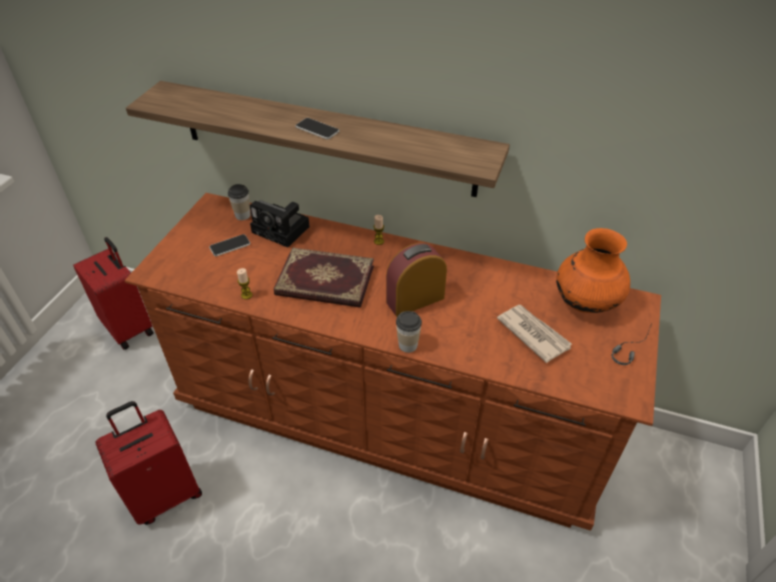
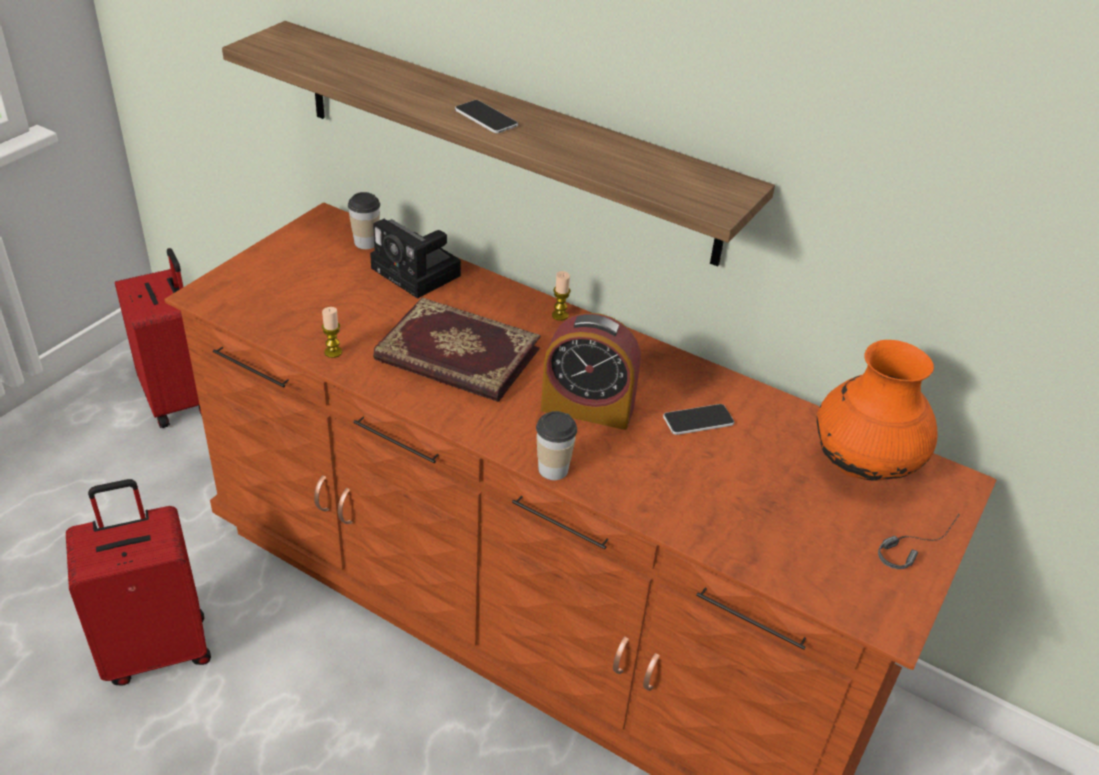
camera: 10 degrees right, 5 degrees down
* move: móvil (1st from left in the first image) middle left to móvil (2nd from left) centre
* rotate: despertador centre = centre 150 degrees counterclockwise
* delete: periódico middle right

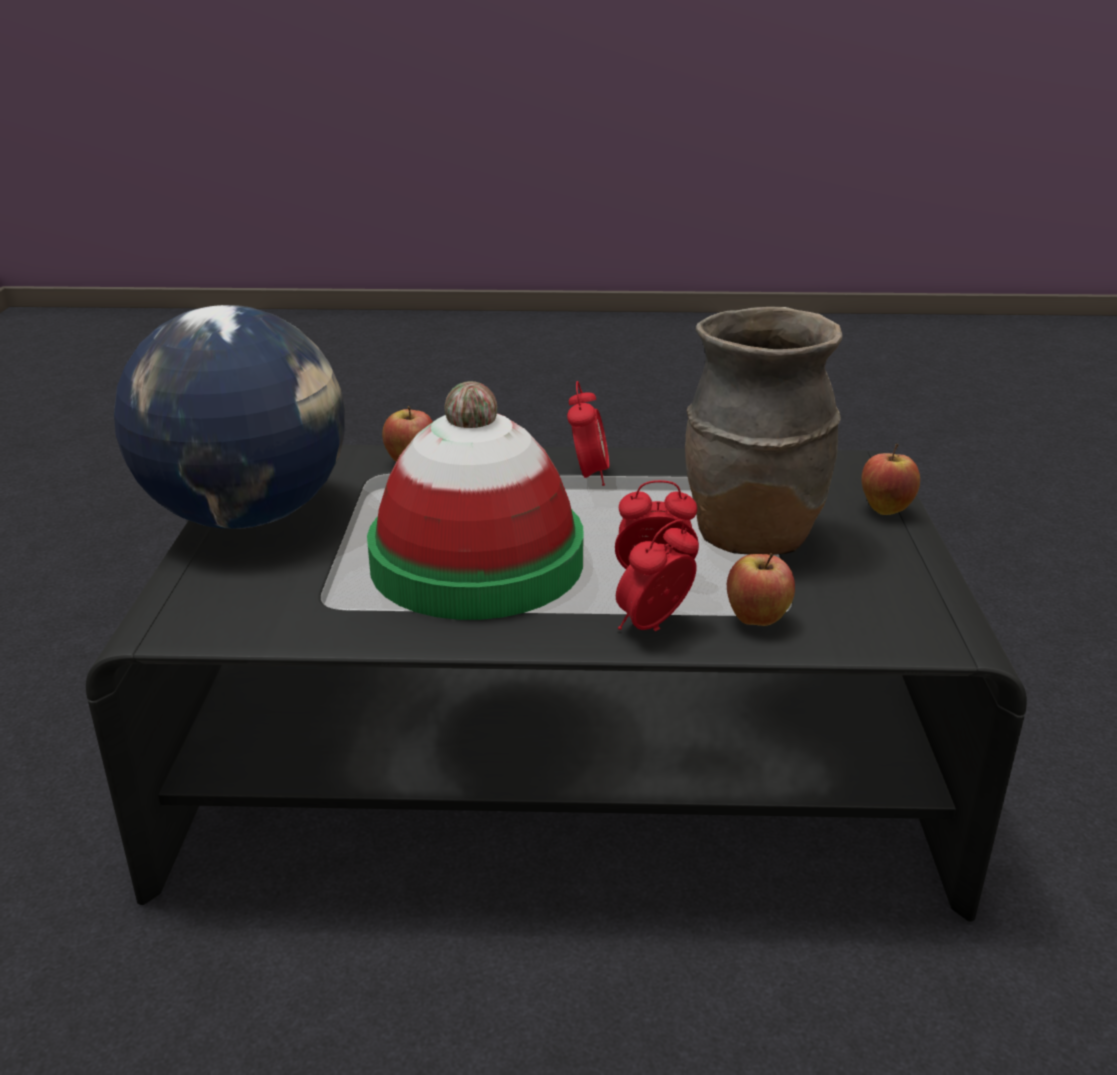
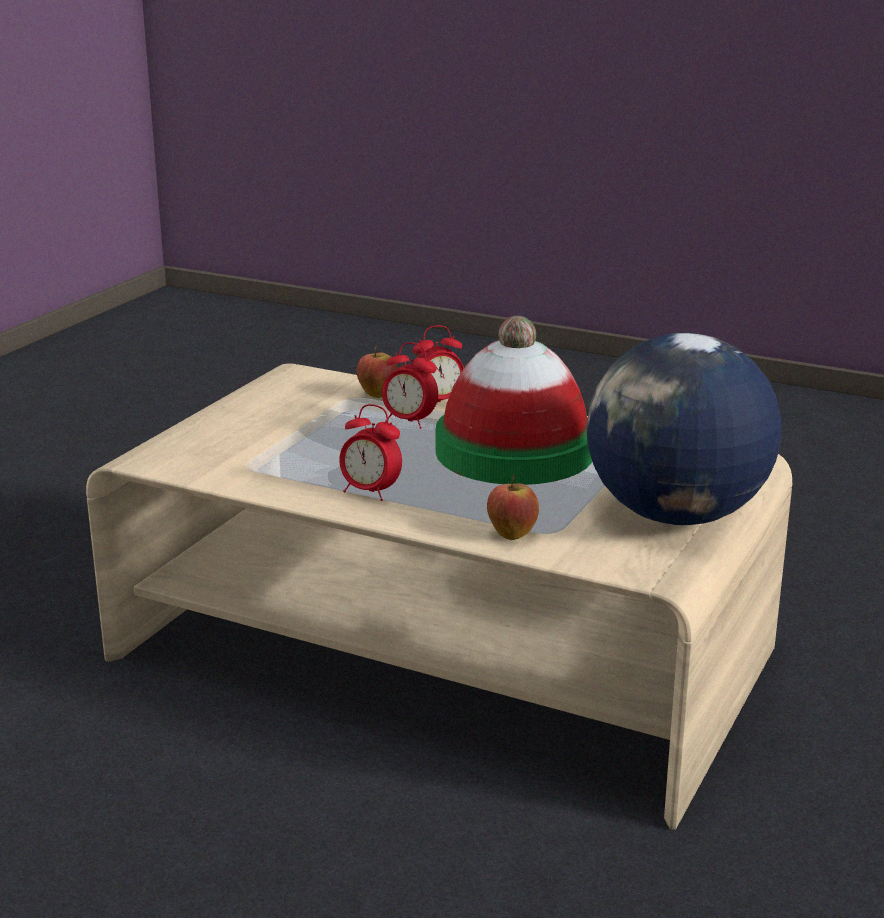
camera: 155 degrees left, 5 degrees down
* recolor: mesa de centro [negro] centre to mesa de centro [beis] centre
* rotate: despertador (1st from left) centre = centre 90 degrees counterclockwise
* delete: florero [marrón] middle right
* delete: manzana (3rd from left) middle right

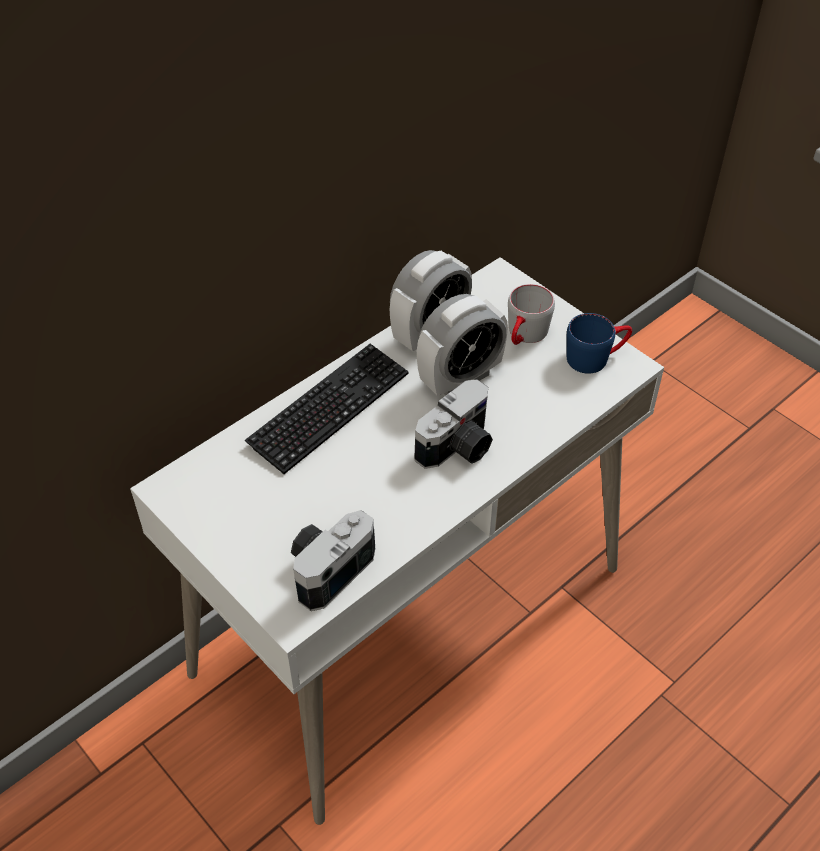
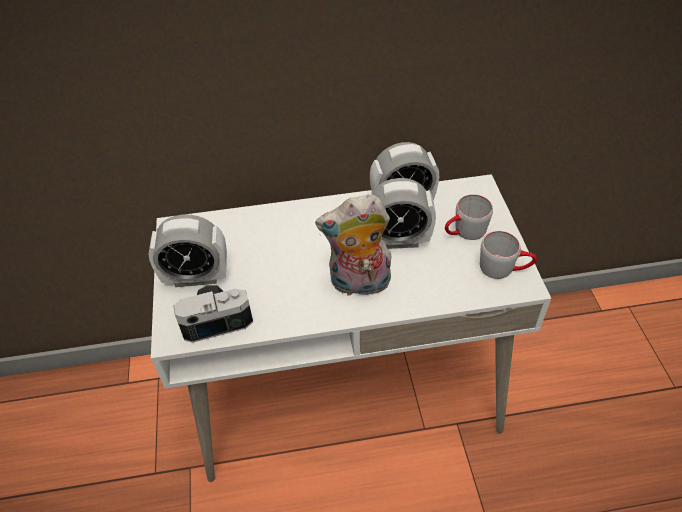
camera: 35 degrees right, 0 degrees up
* delete: teclado centre
* replace: cámara (2nd from left) centre to peluche centre
* recolor: taza grande [azul] middle right to taza grande [gris] (2nd from left) middle right
* insert: despertador (1st from left) middle left

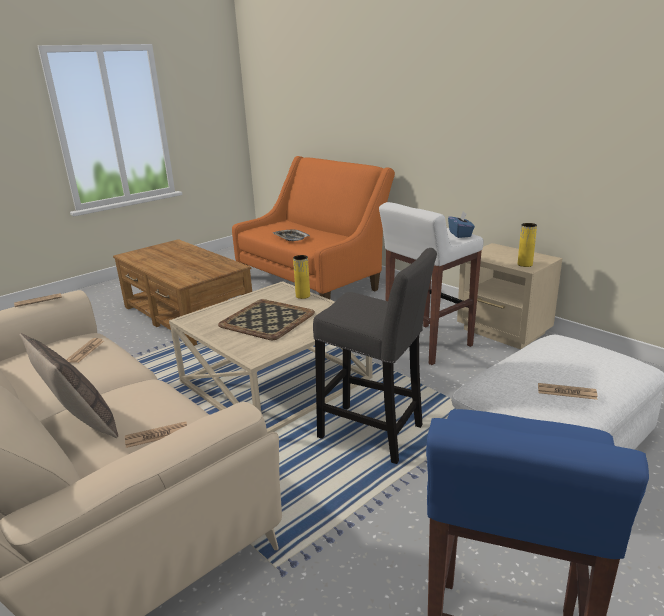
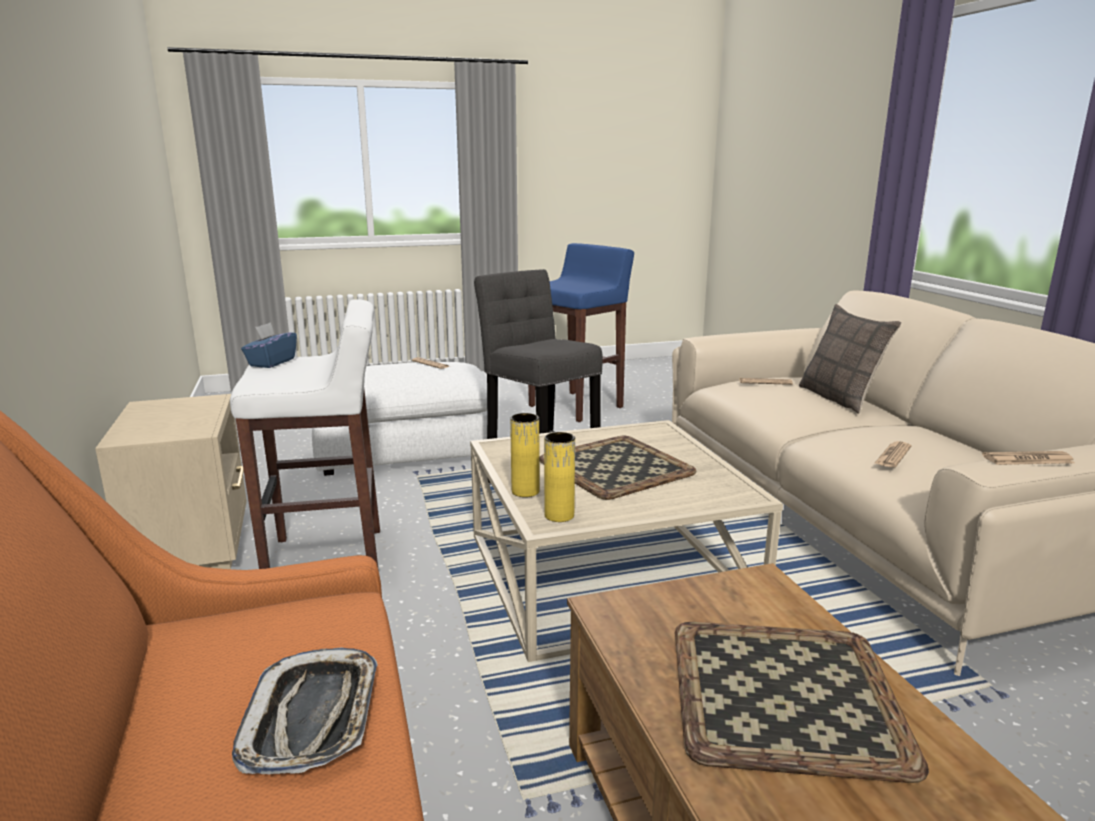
camera: 155 degrees left, 5 degrees down
* move: florero [amarillo] (2nd from left) middle right to centre
* insert: bandeja (3rd from left) bottom right

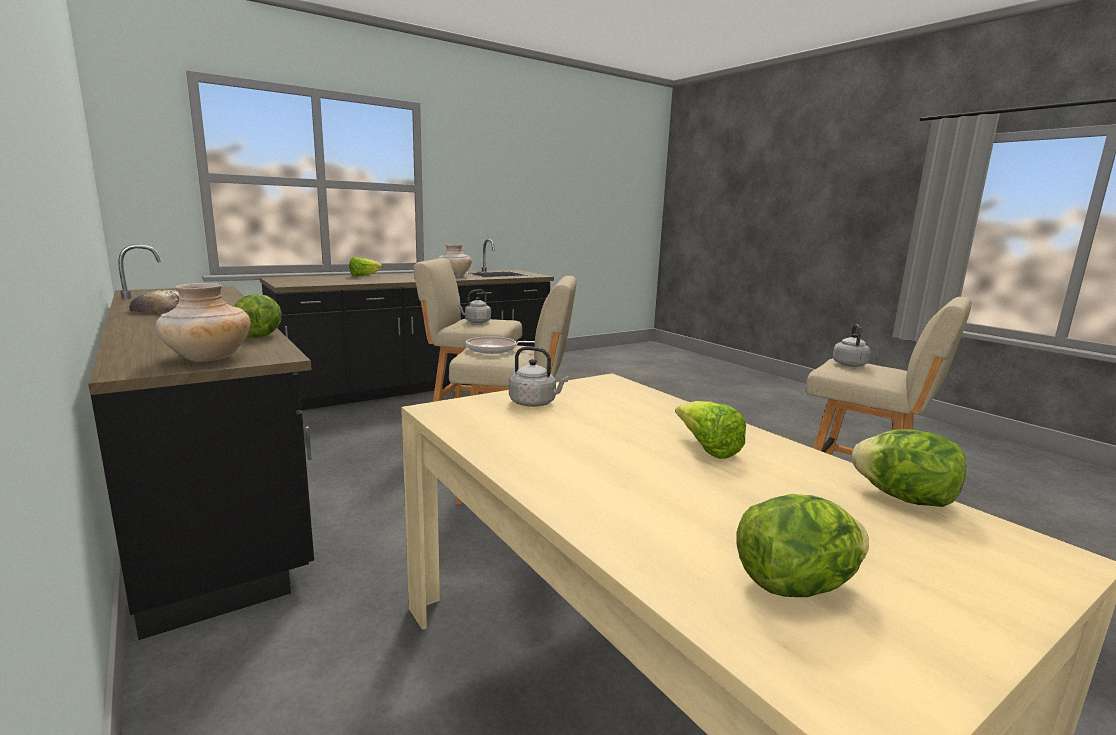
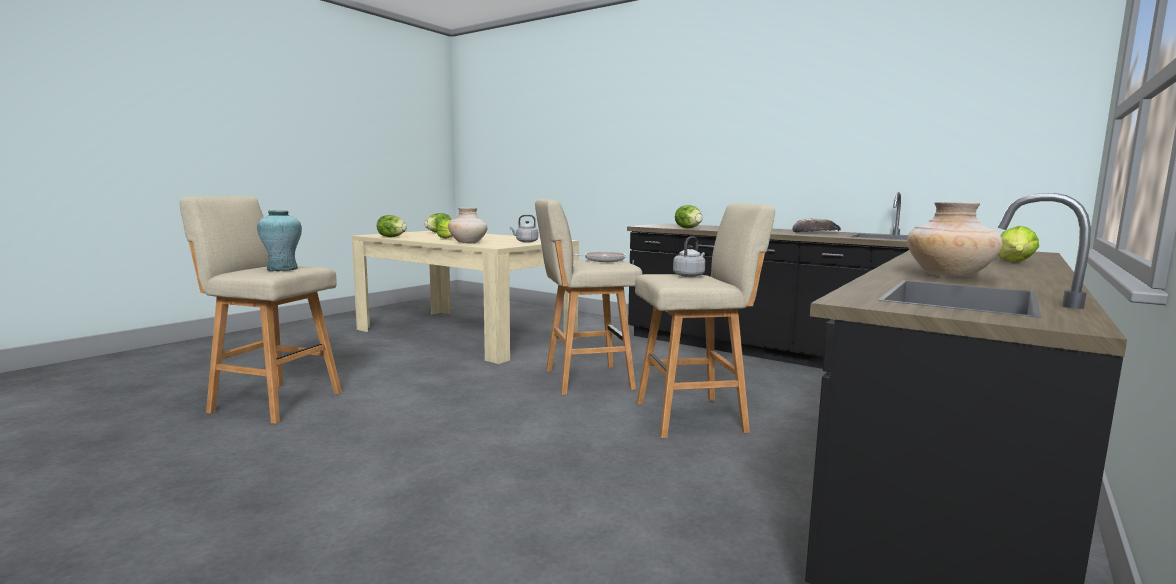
camera: 160 degrees right, 5 degrees down
* move: florero [beis] (1st from left) middle left to centre
* replace: hervidor [gris] (3rd from left) middle right to florero [turquesa] middle left

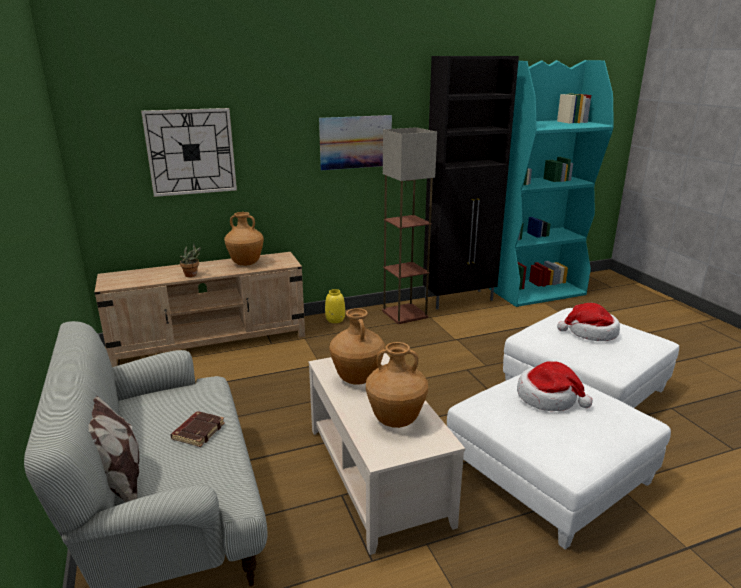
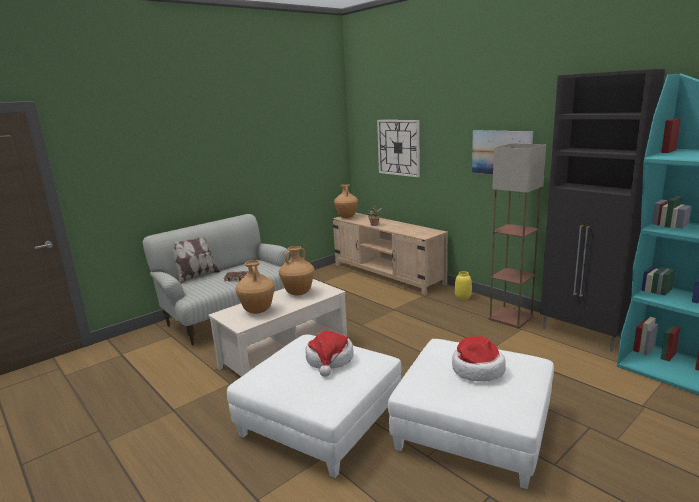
camera: 70 degrees right, 5 degrees down
* move: florero [marrón] (1st from left in the first image) middle left to florero [marrón] (3rd from left) centre

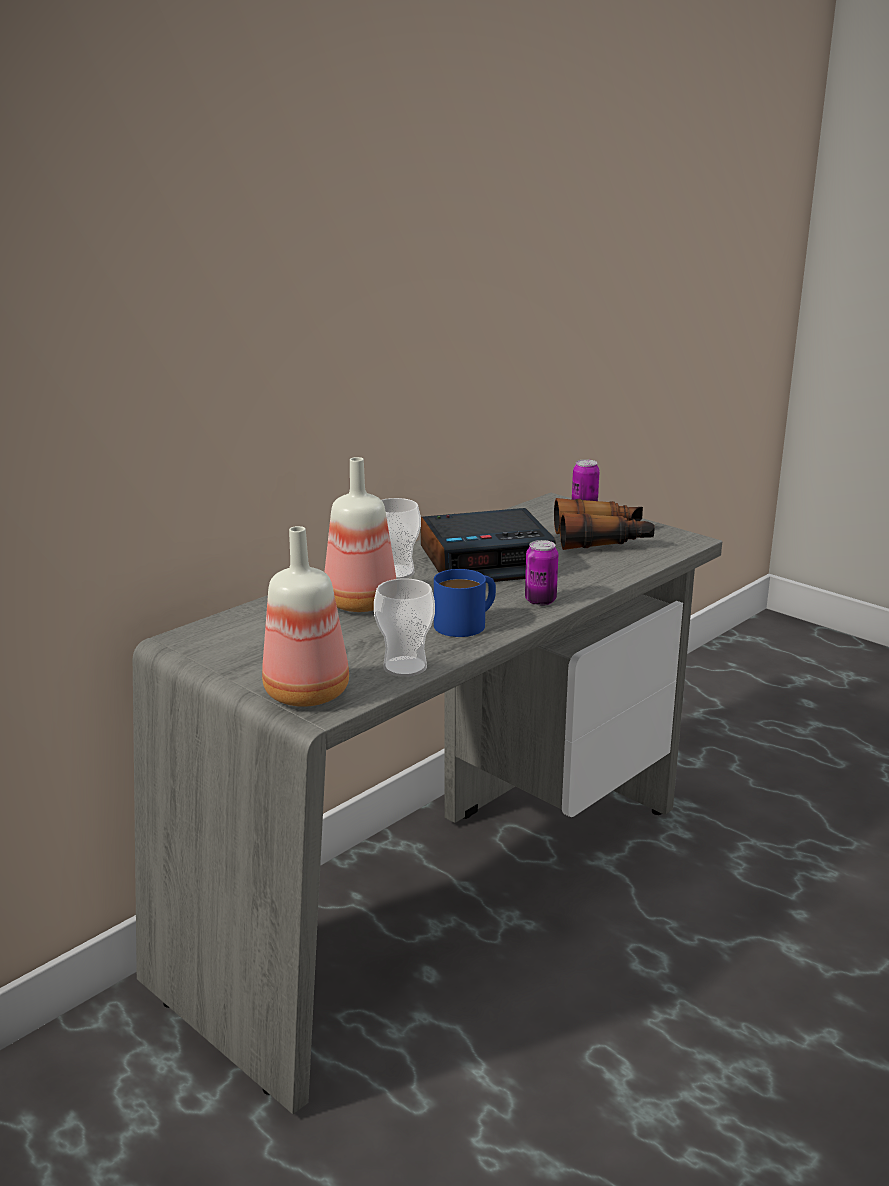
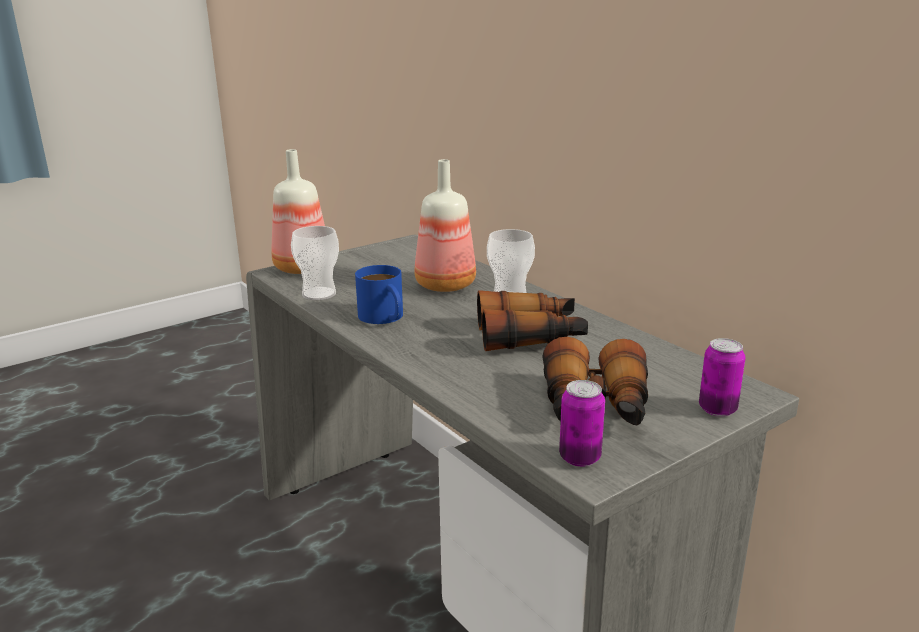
camera: 100 degrees right, 0 degrees up
* replace: despertador centre to prismáticos (1st from left) centre
* move: lata (1st from left) centre to bottom centre

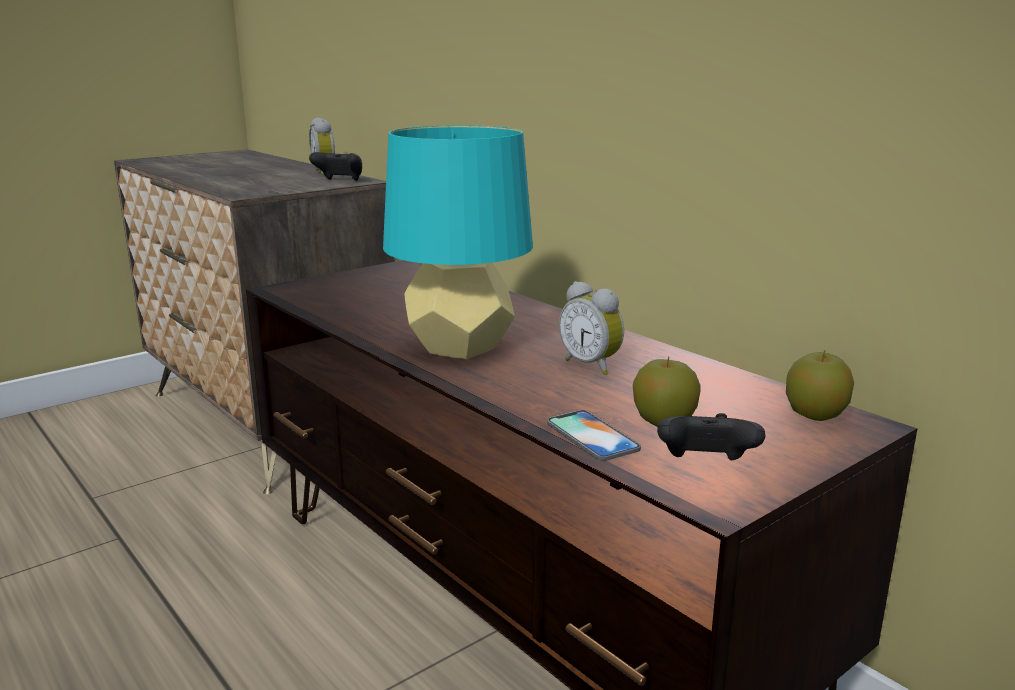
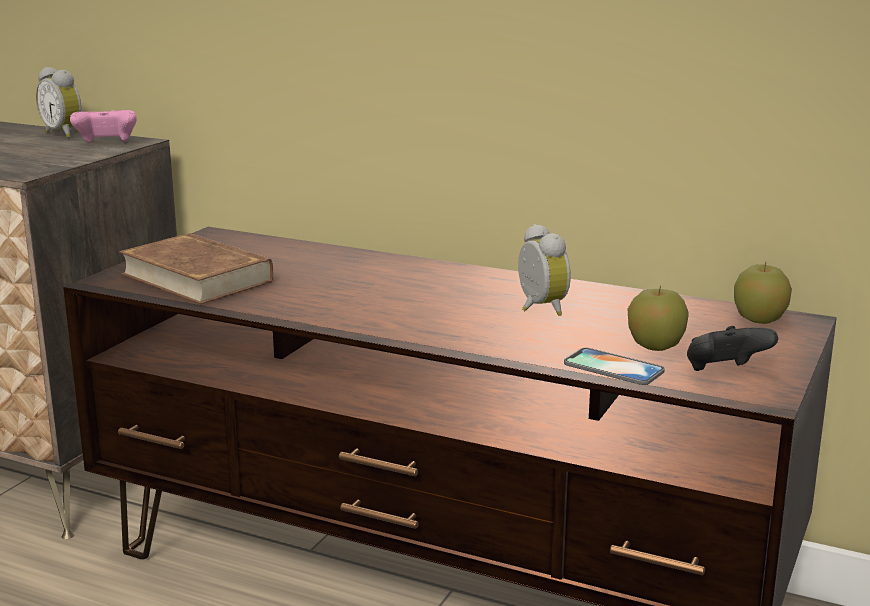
camera: 25 degrees left, 0 degrees up
* recolor: mando de consola [negro] (1st from left) top left to mando de consola [rosa] top left
* delete: lámpara de mesa [turquesa] centre
* rotate: despertador (2nd from left) centre = centre 135 degrees counterclockwise
* insert: libro [marrón] middle left

